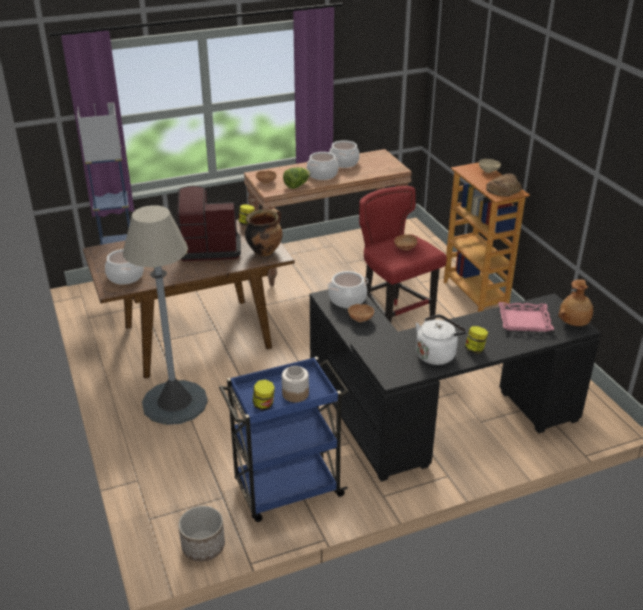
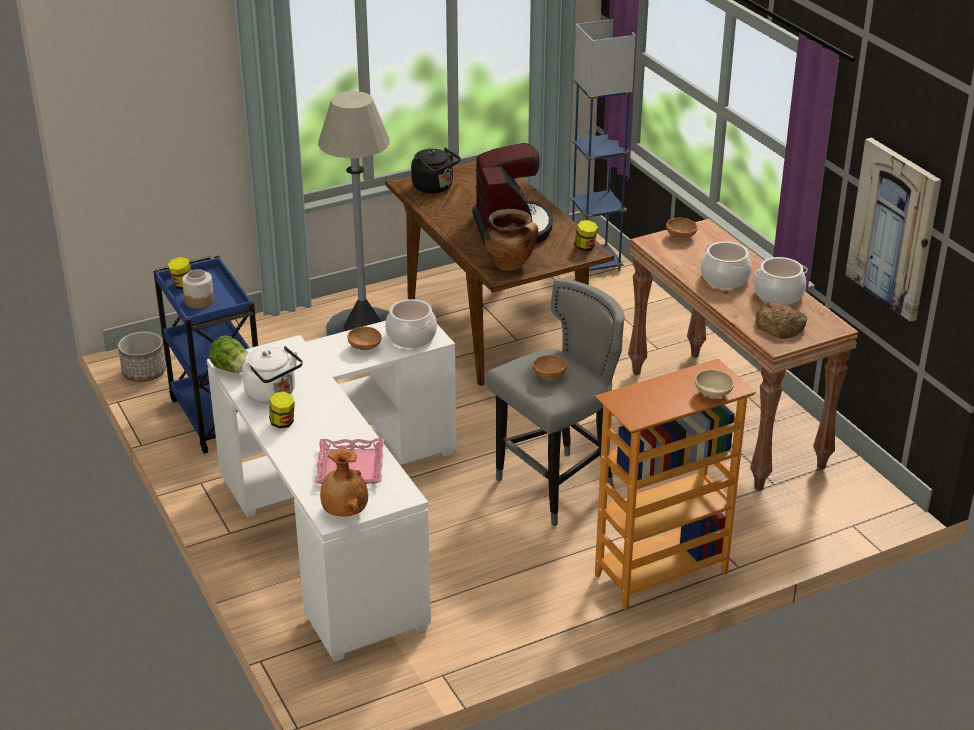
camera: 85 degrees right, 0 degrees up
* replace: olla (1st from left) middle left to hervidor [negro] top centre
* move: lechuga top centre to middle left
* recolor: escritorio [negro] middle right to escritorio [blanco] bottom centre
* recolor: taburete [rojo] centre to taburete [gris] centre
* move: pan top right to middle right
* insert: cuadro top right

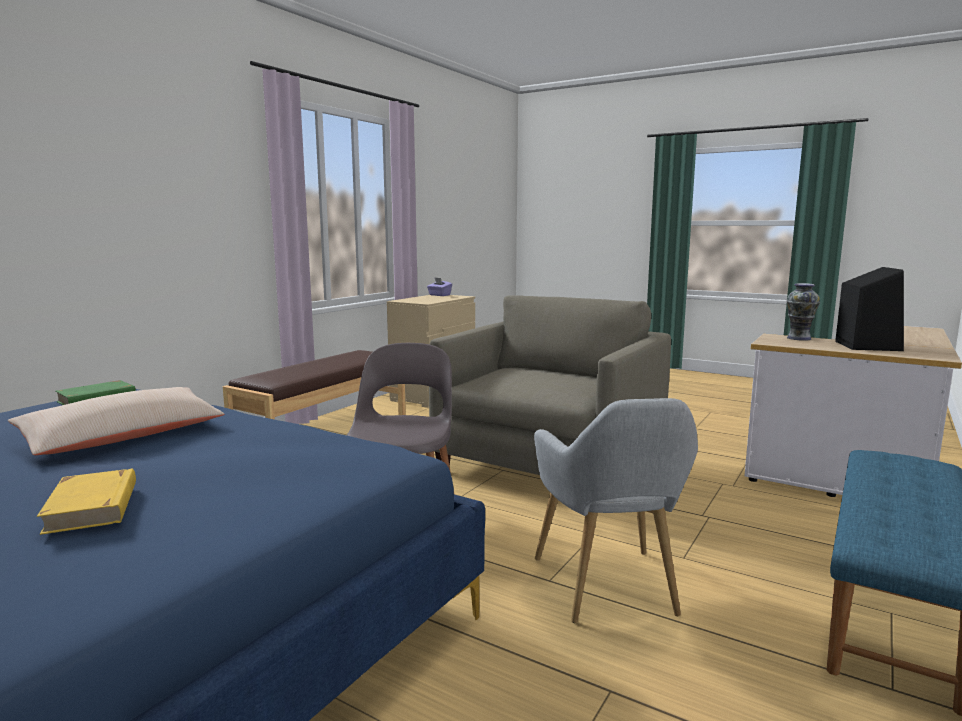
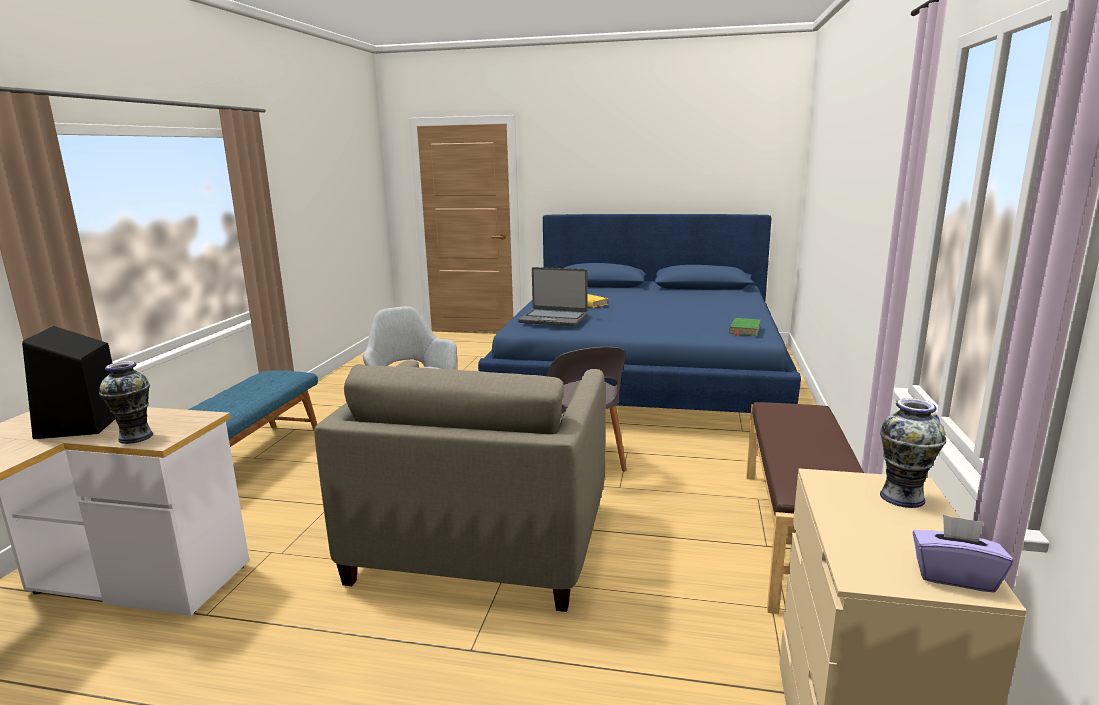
camera: 160 degrees right, 5 degrees up
* delete: cojín [beis] middle left
* insert: portátil centre
* insert: florero (2nd from left) middle right

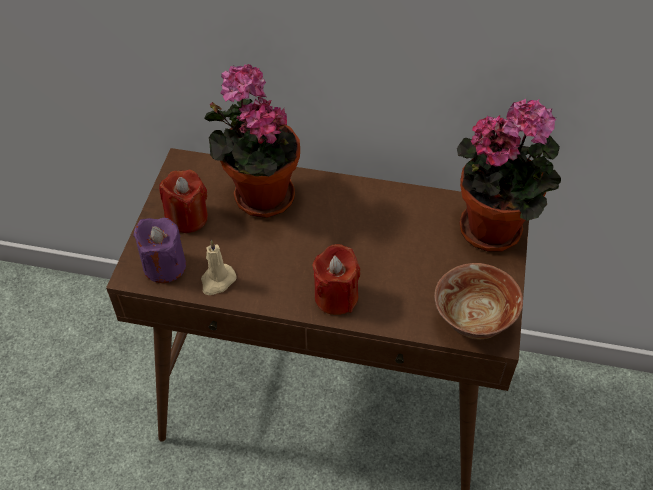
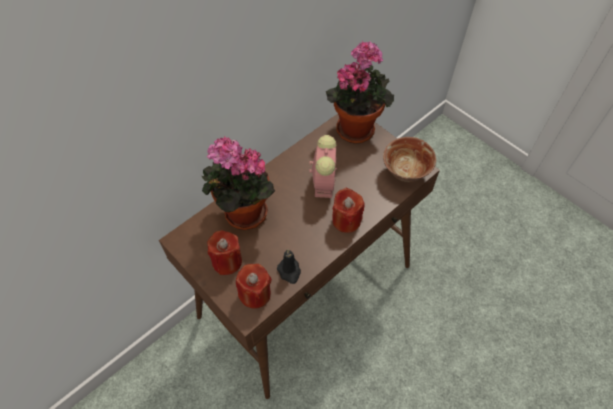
camera: 55 degrees left, 5 degrees up
* recolor: vela [morado] middle left to vela [rojo] (2nd from left) bottom centre
* recolor: vela [beis] centre to vela [negro] centre
* insert: despertador centre

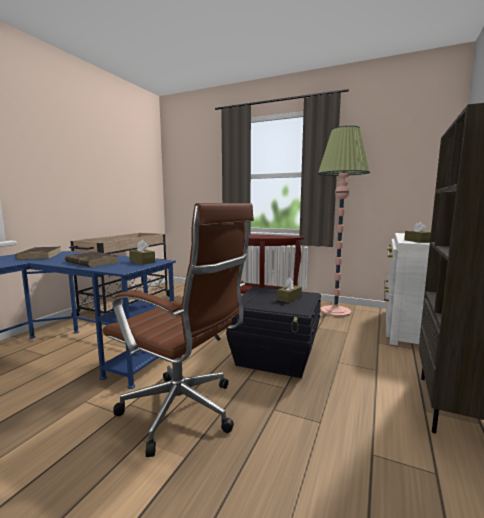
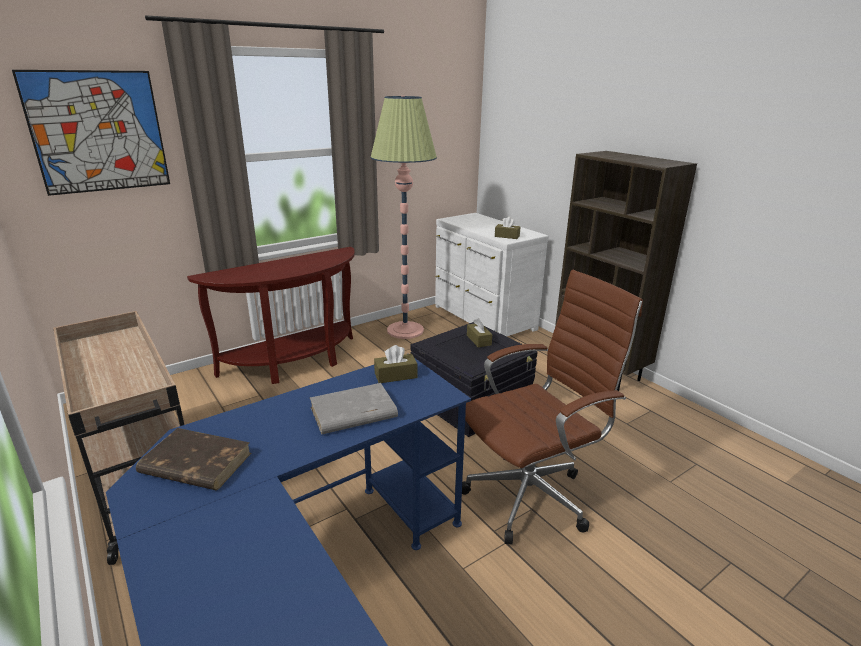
camera: 60 degrees left, 15 degrees up
* recolor: libro [marrón] (2nd from left) middle left to libro [gris] centre
* insert: cuadro top left

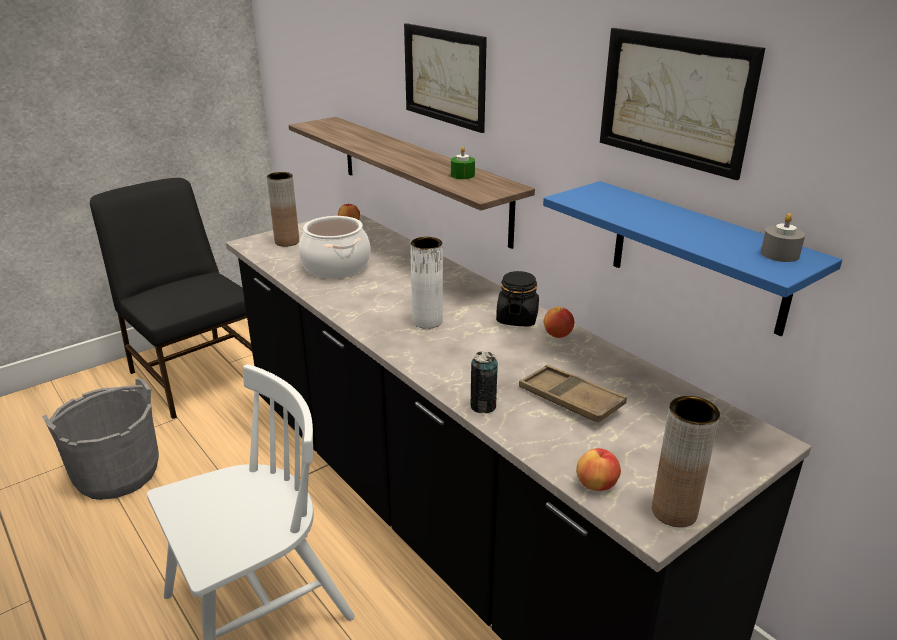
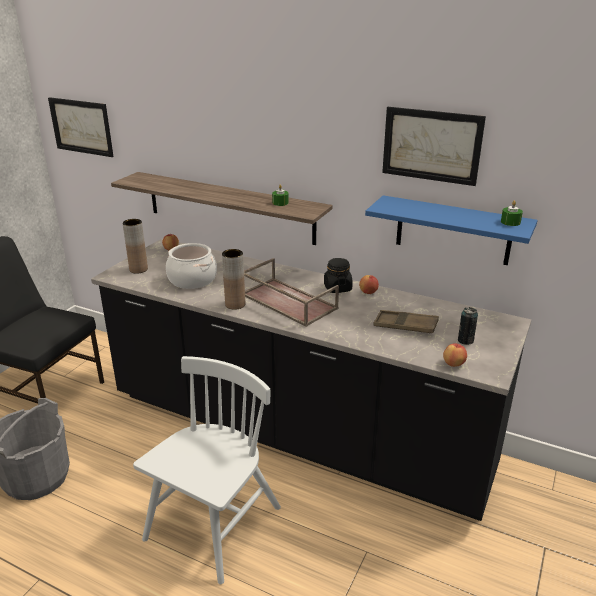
camera: 25 degrees left, 0 degrees up
* move: cuadro (1st from left) top centre to top left
* replace: florero [blanco] centre to bandeja [marrón] (1st from left) centre
* move: lata centre to middle right
* move: florero [marrón] (2nd from left) bottom right to centre
* recolor: vela [gris] middle right to vela [verde] (2nd from left) middle right

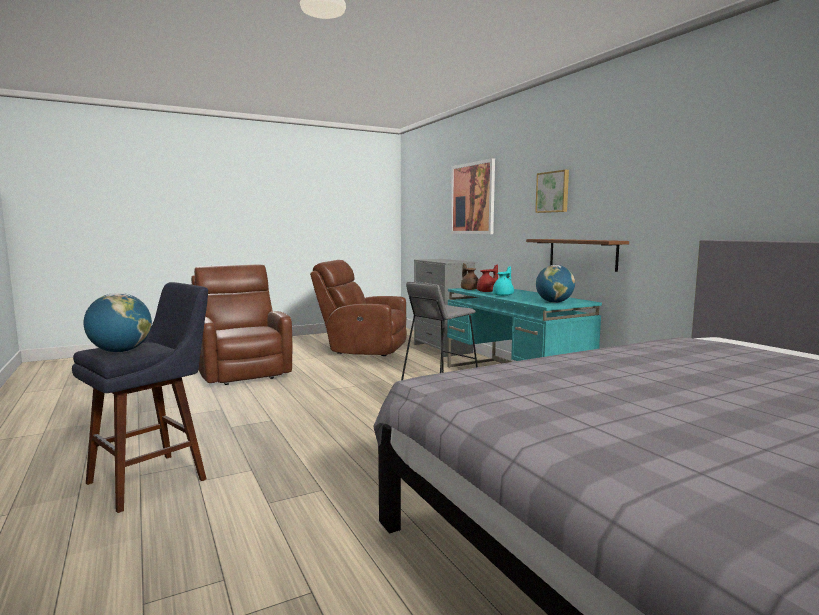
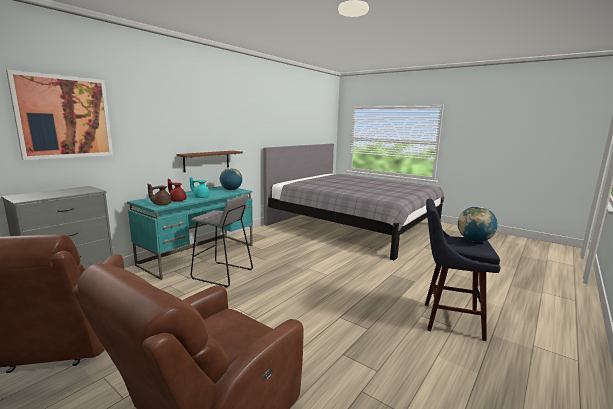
camera: 115 degrees left, 5 degrees up
* delete: cuadro (2nd from left) top right

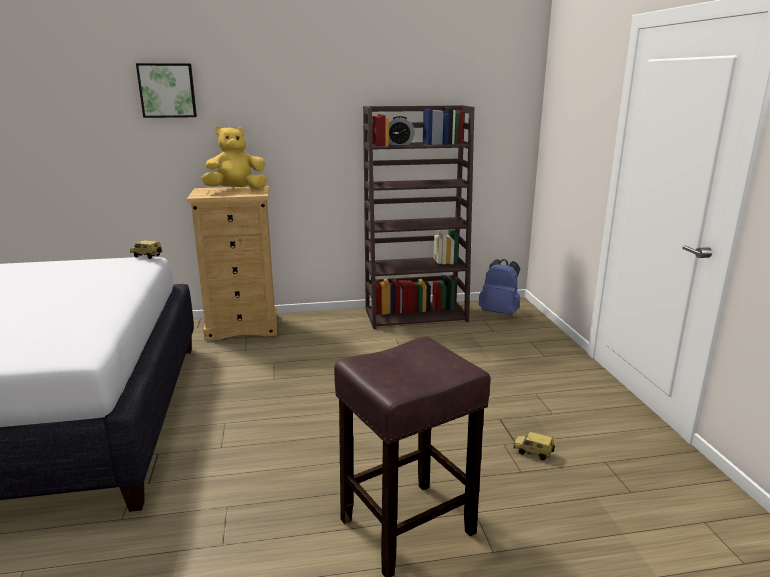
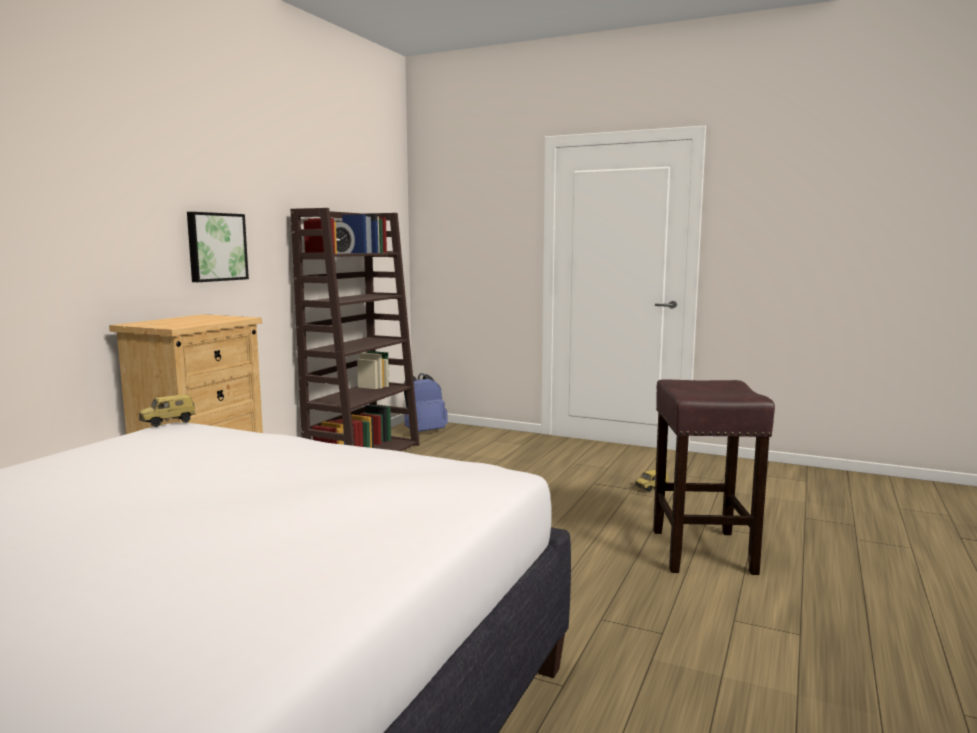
camera: 55 degrees left, 10 degrees down
* move: cuadro top left to middle left
* delete: peluche [amarillo] top left

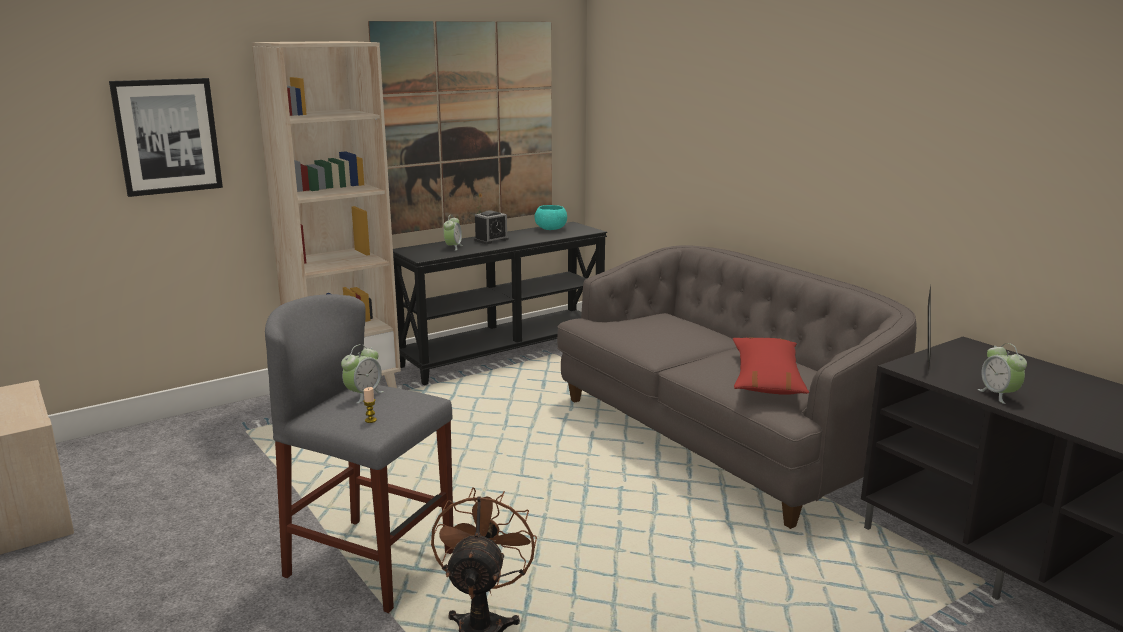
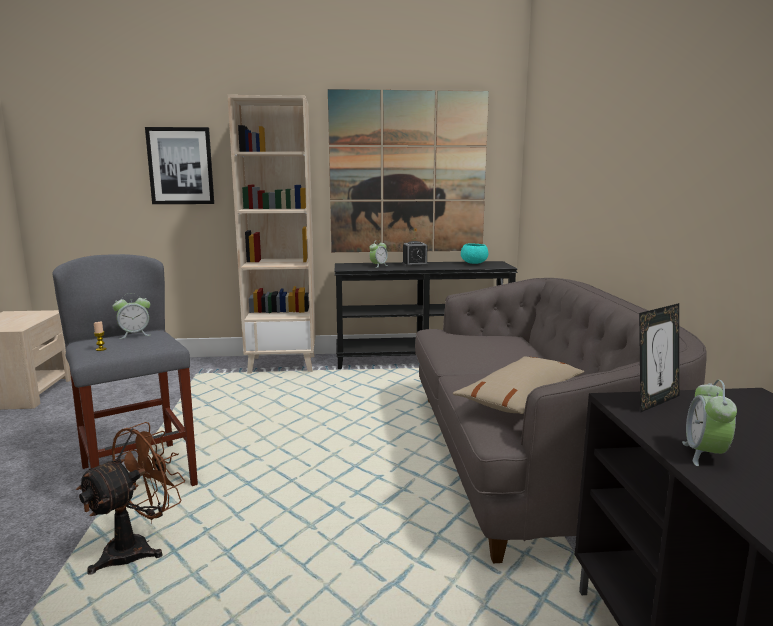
camera: 30 degrees right, 5 degrees down
* recolor: cojín [rojo] middle right to cojín [beis] middle right

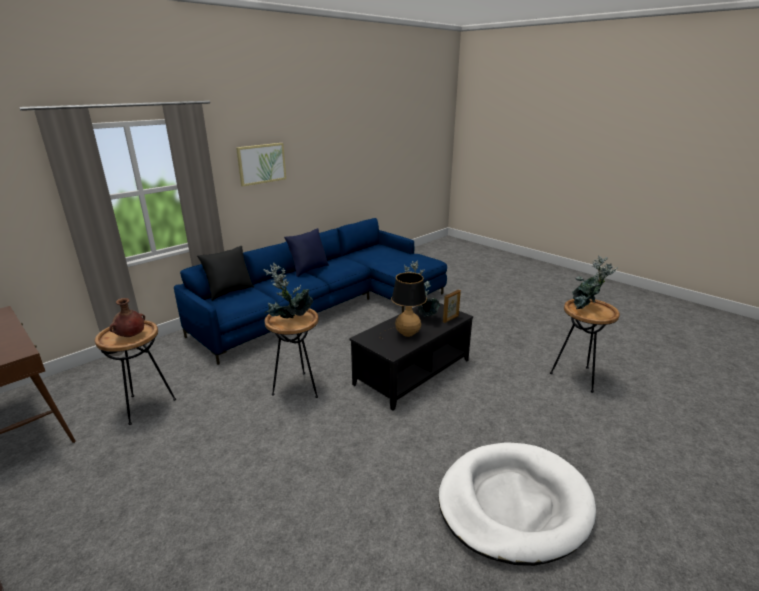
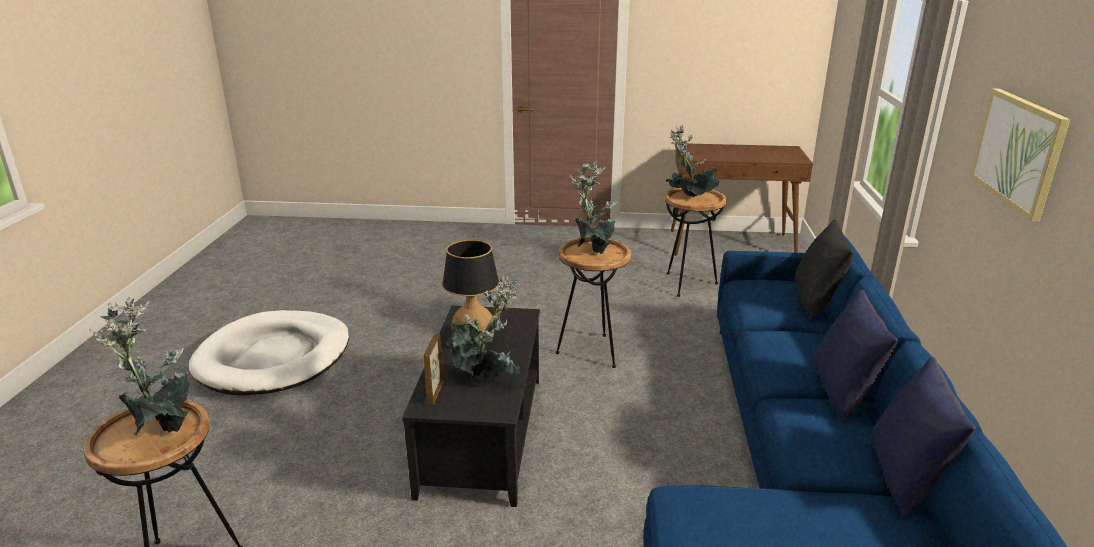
camera: 140 degrees right, 0 degrees up
* replace: florero [marrón] middle left to planta en maceta (4th from left) top centre
* insert: cojín [azul] (2nd from left) bottom right

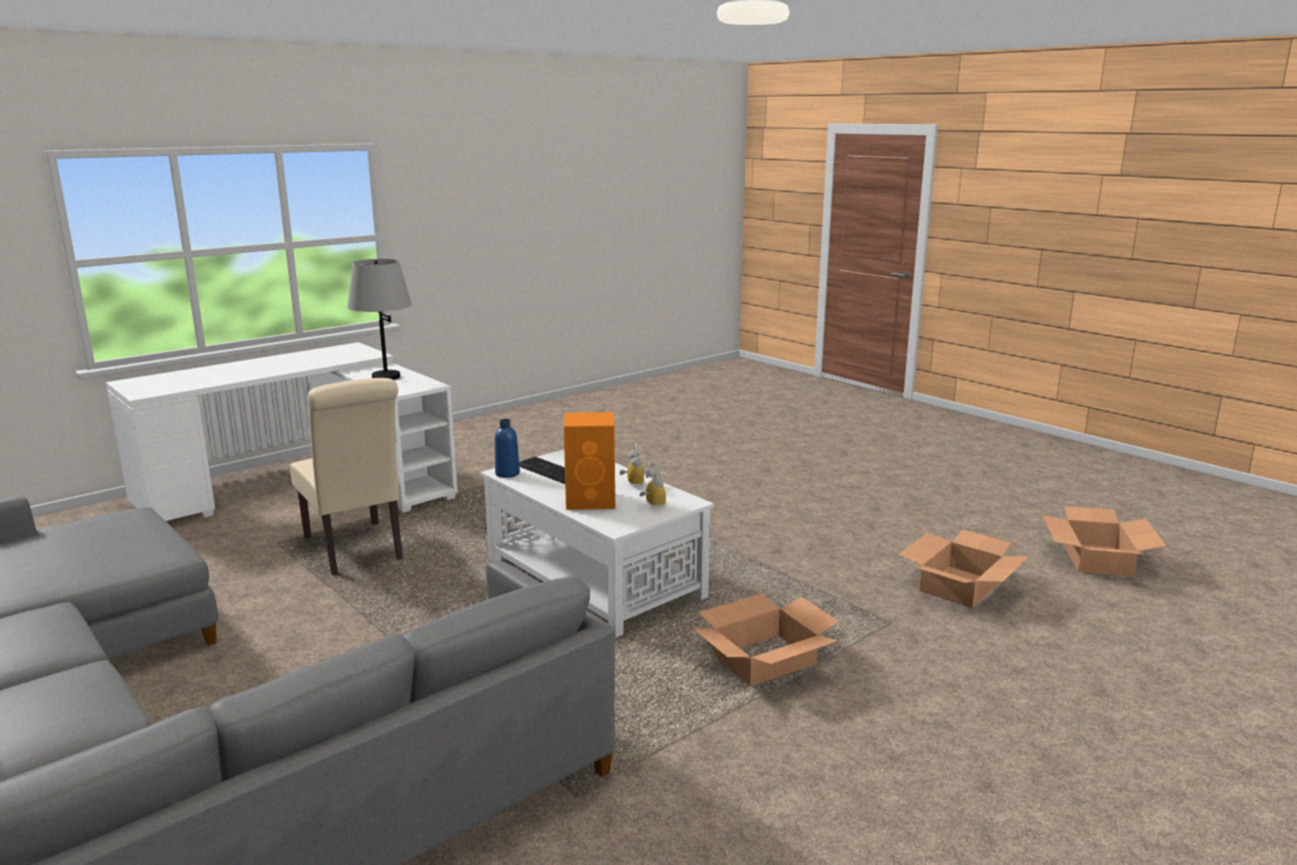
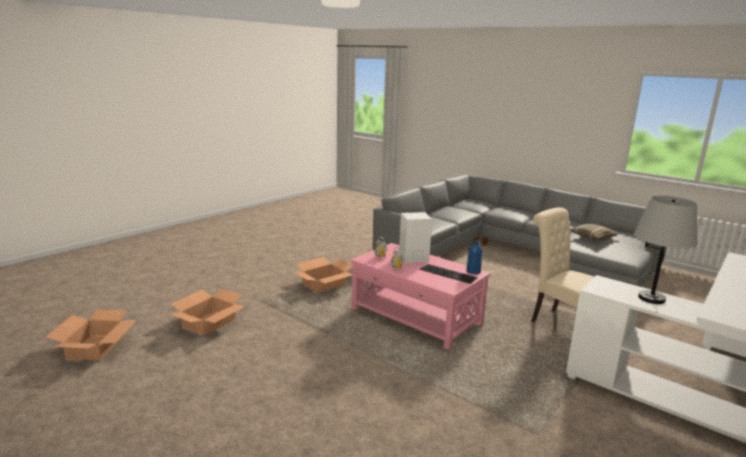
camera: 170 degrees right, 0 degrees up
* recolor: mesa de centro [blanco] centre to mesa de centro [rosa] centre
* recolor: altavoz [naranja] centre to altavoz [blanco] centre
* insert: cojín middle right

